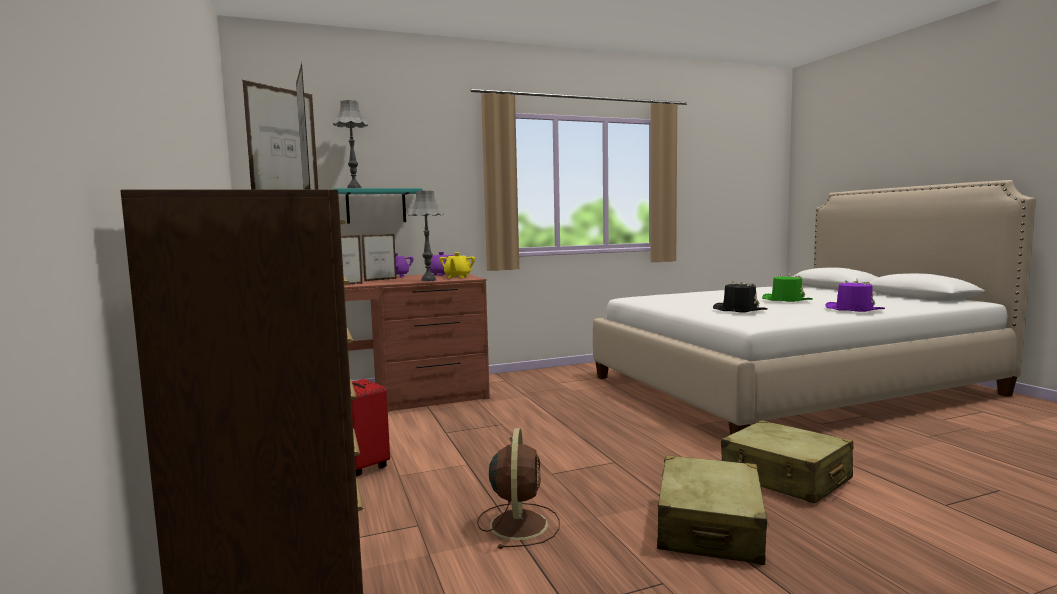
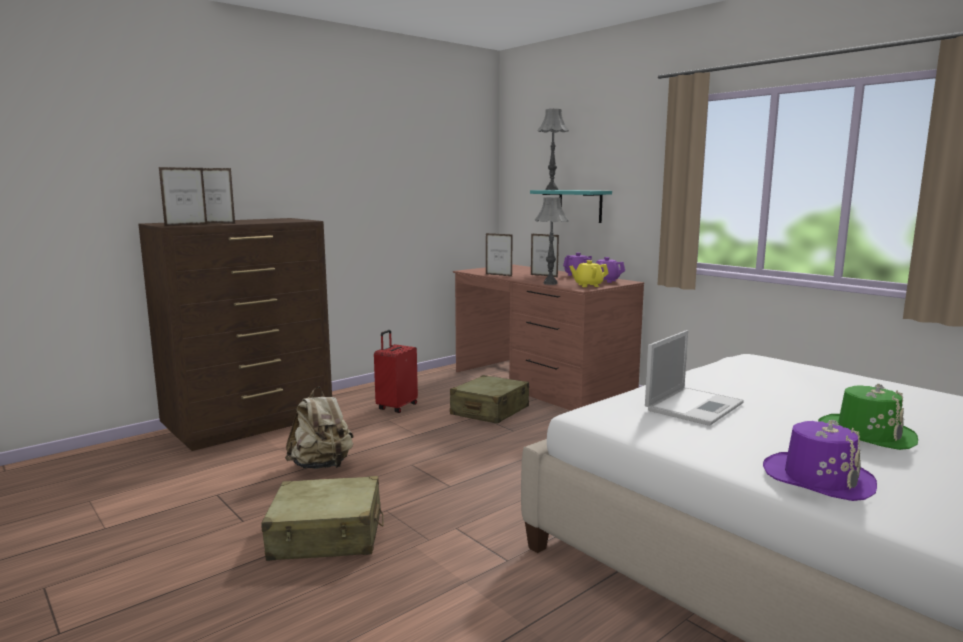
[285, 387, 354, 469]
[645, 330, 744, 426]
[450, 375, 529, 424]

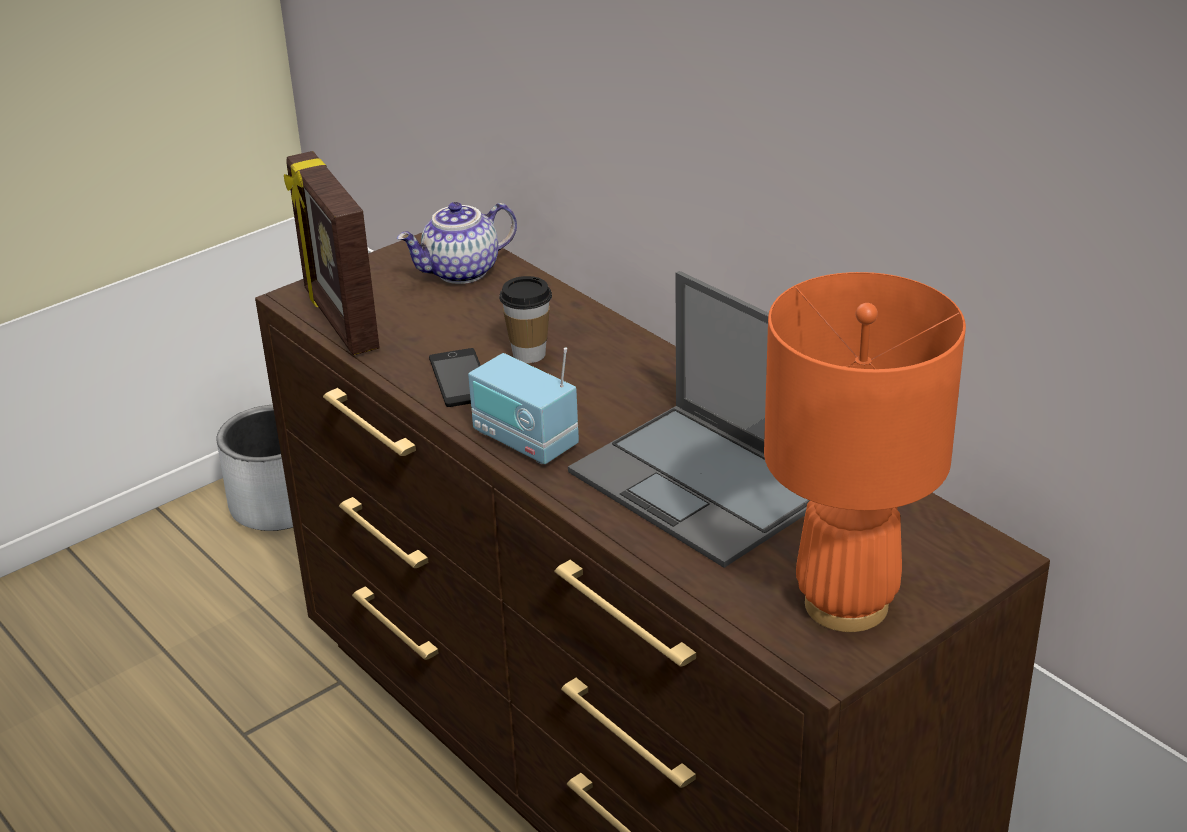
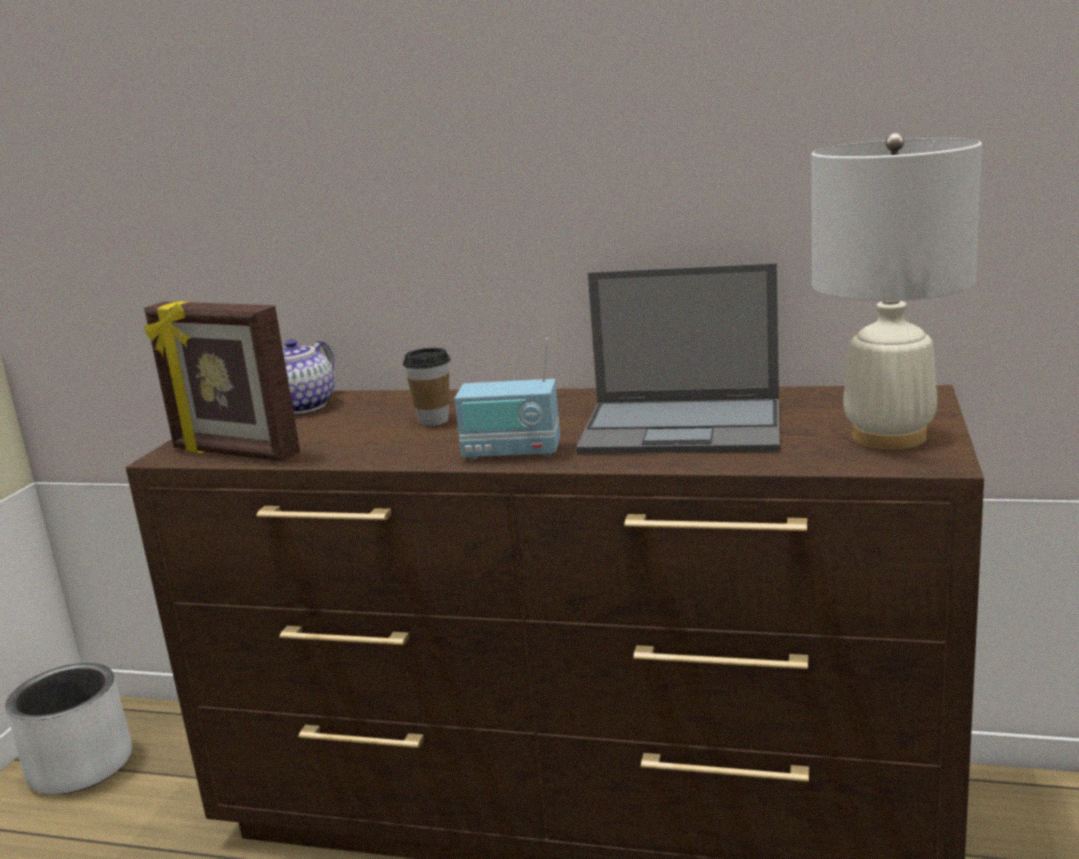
[429, 348, 481, 407] (first image)
[811, 133, 982, 450]

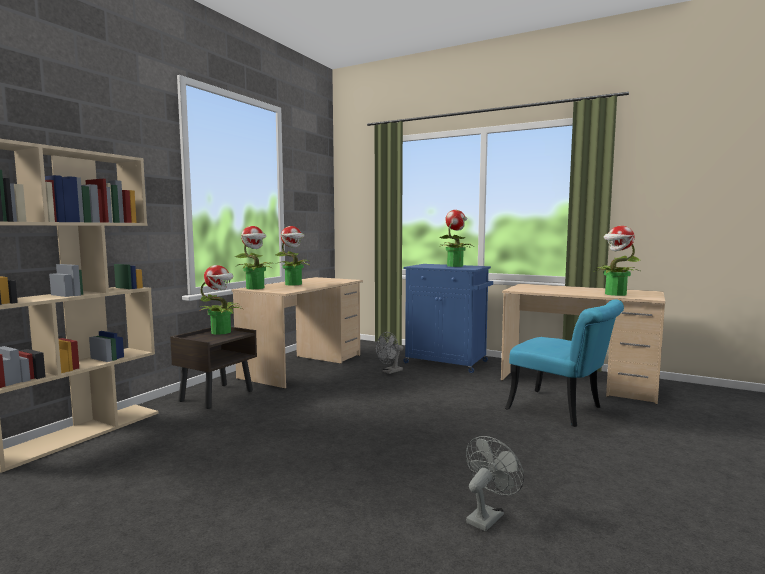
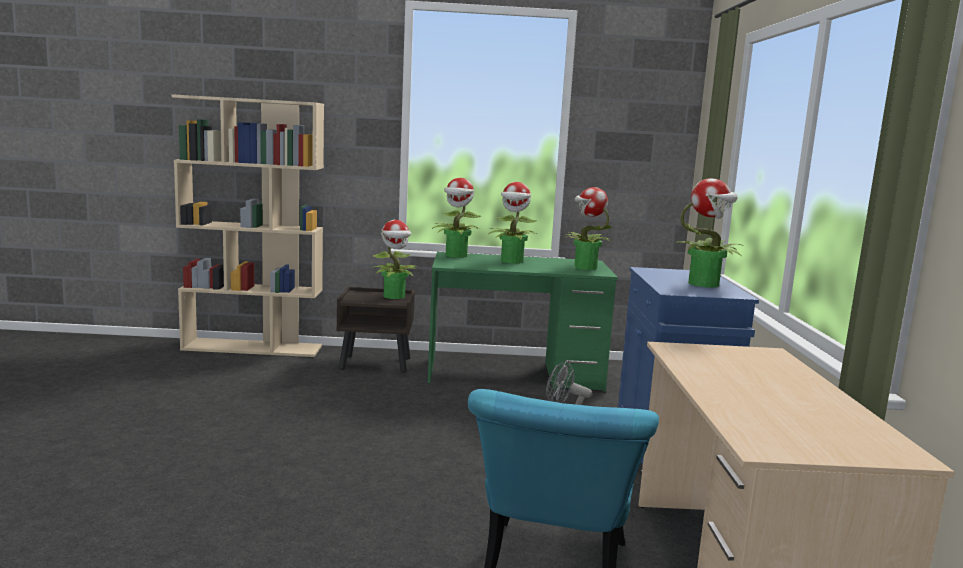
[428, 252, 618, 392]
[466, 436, 524, 531] (first image)
[562, 187, 612, 270]

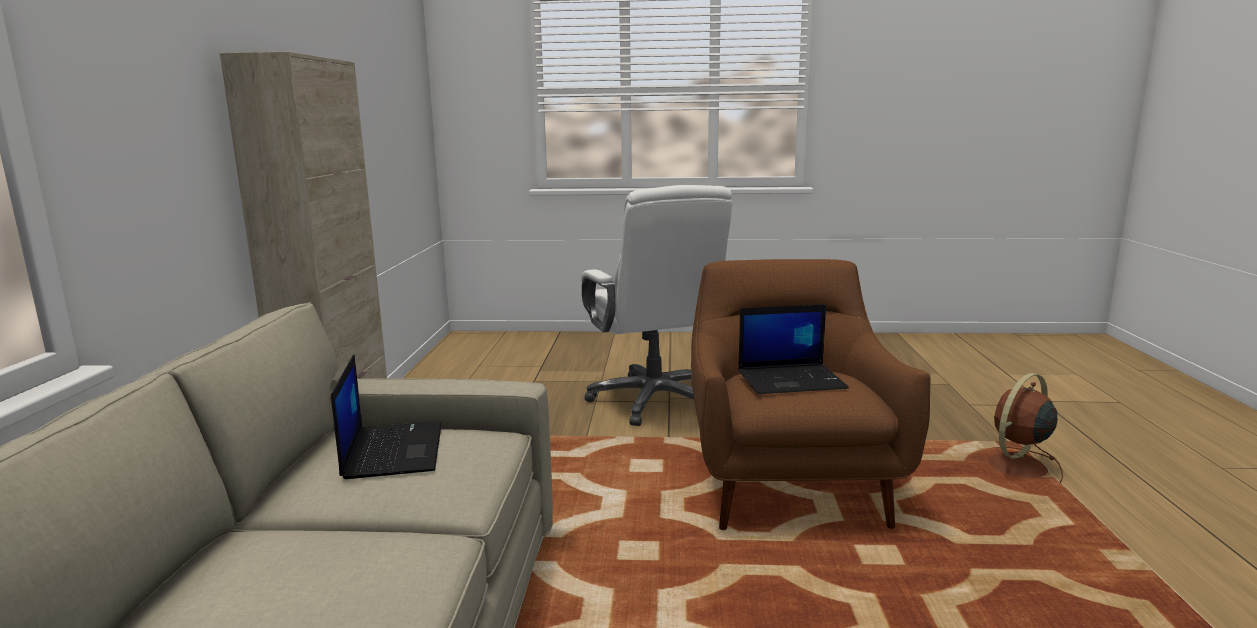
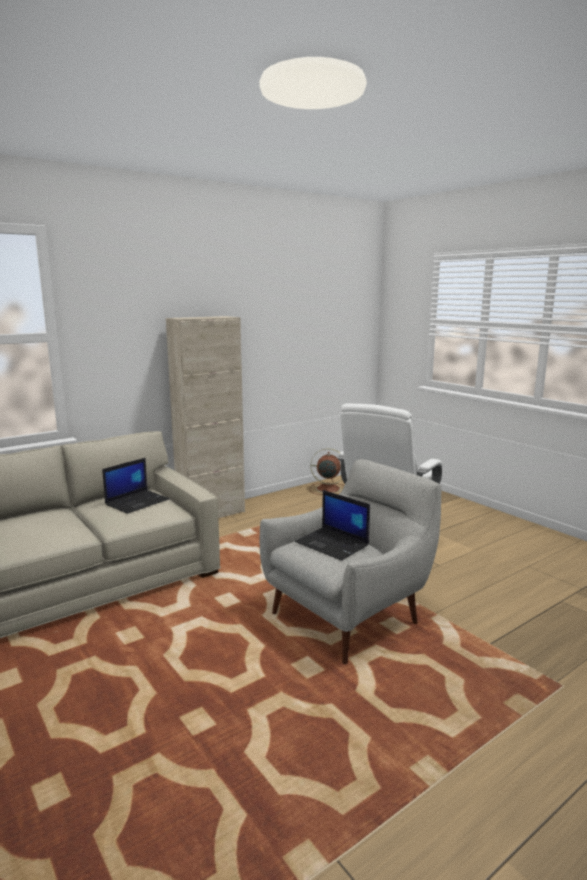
[260, 459, 442, 664]
[309, 448, 344, 495]

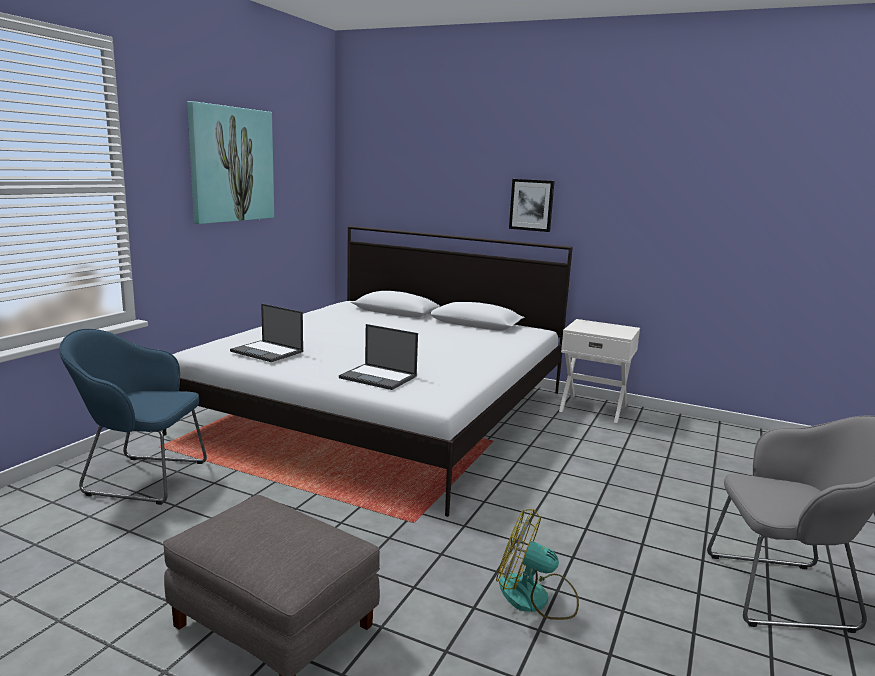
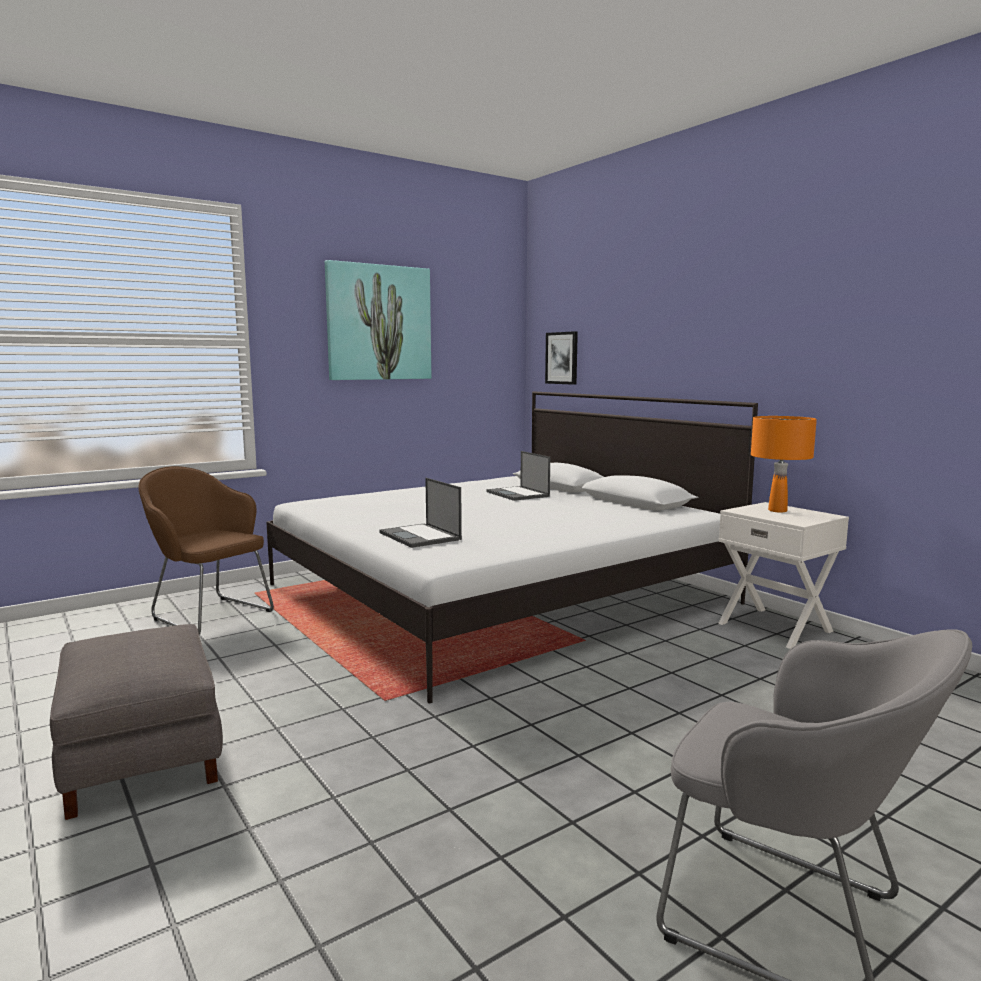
[138, 466, 274, 635]
[486, 451, 550, 501]
[496, 509, 579, 620] (first image)
[545, 331, 578, 385]
[751, 416, 817, 512]

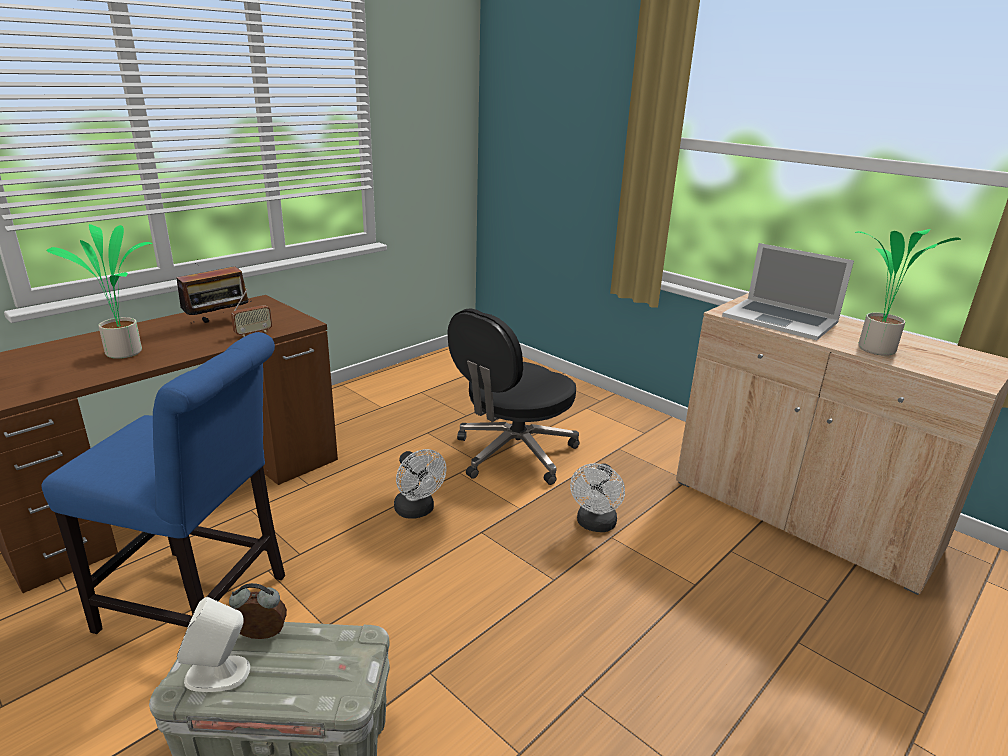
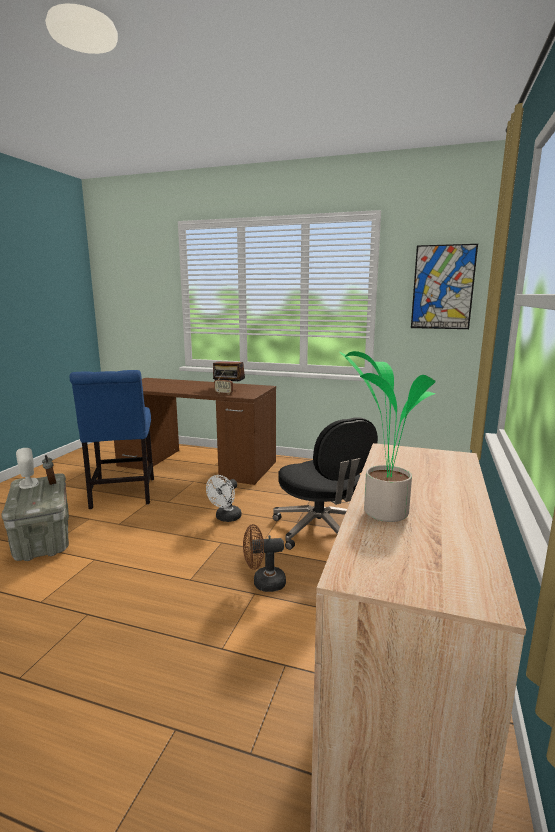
[46, 224, 153, 359] (first image)
[273, 417, 378, 550]
[243, 524, 286, 592]
[722, 243, 854, 340] (first image)
[411, 244, 478, 329]

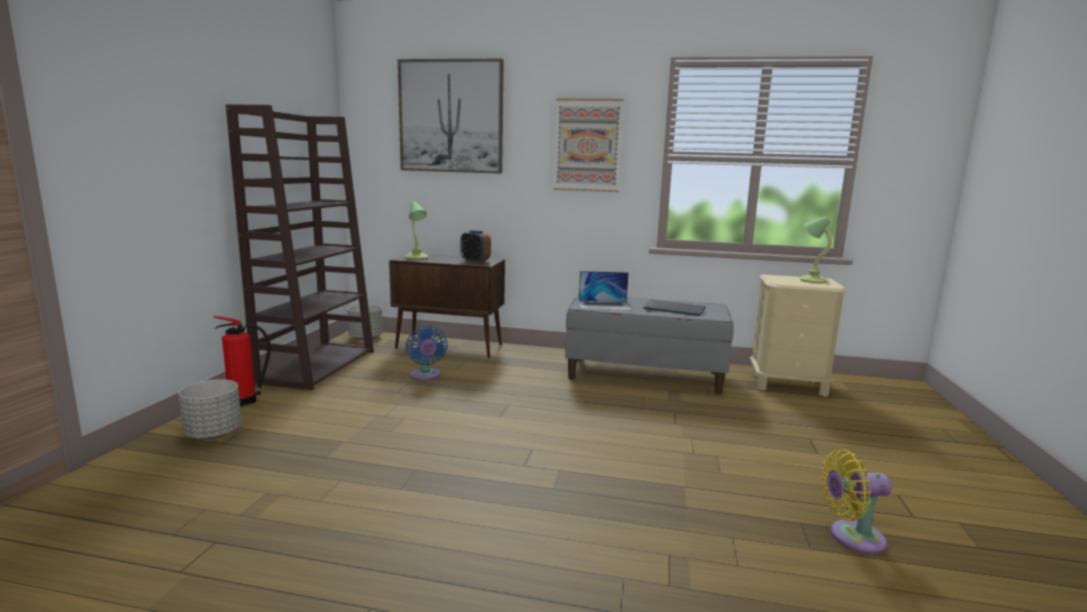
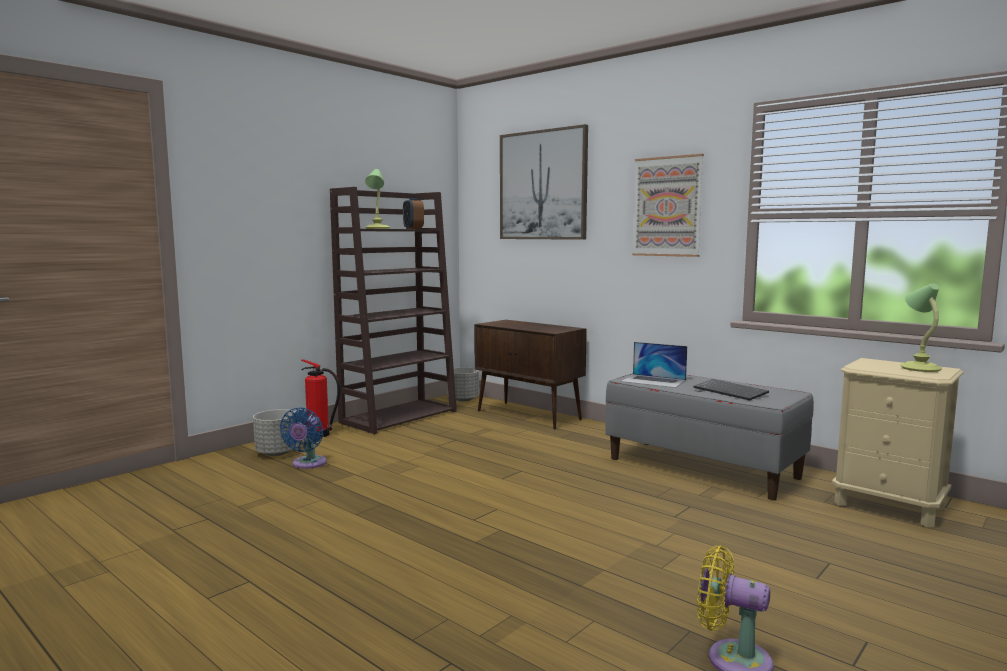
[365, 169, 390, 229]
[280, 407, 327, 469]
[403, 198, 424, 229]

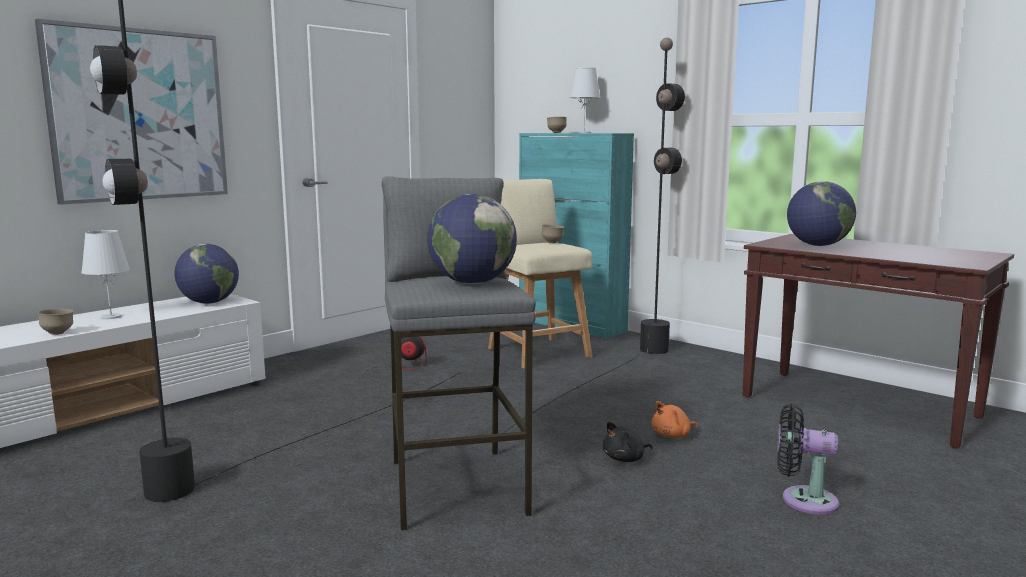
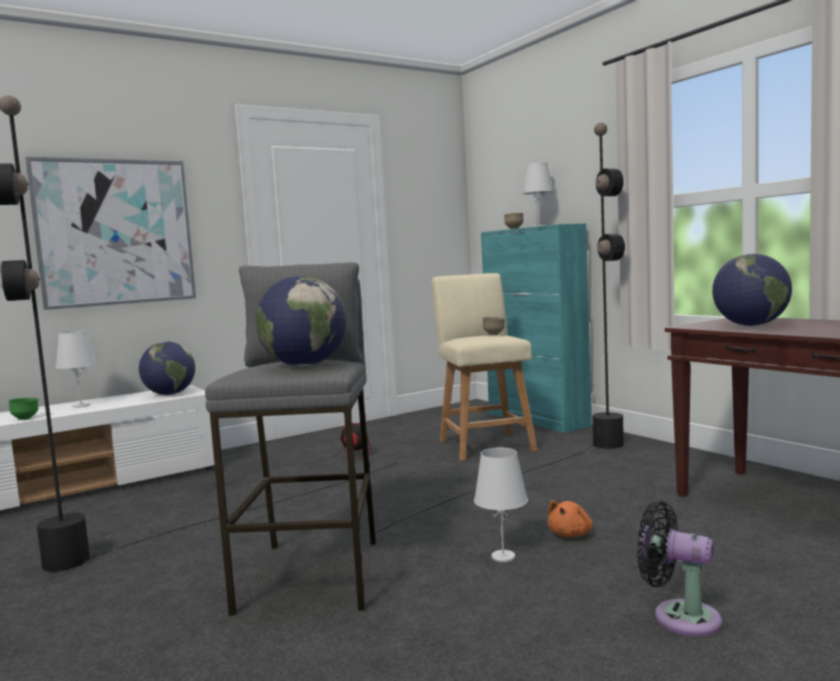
[9, 398, 39, 420]
[474, 447, 528, 562]
[548, 500, 593, 537]

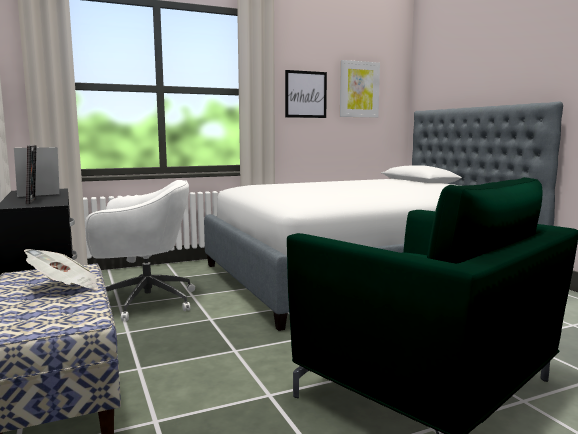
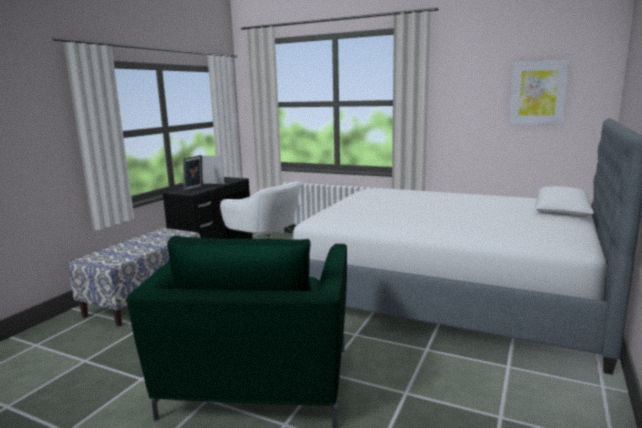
[24, 249, 98, 289] (first image)
[285, 70, 327, 118] (first image)

